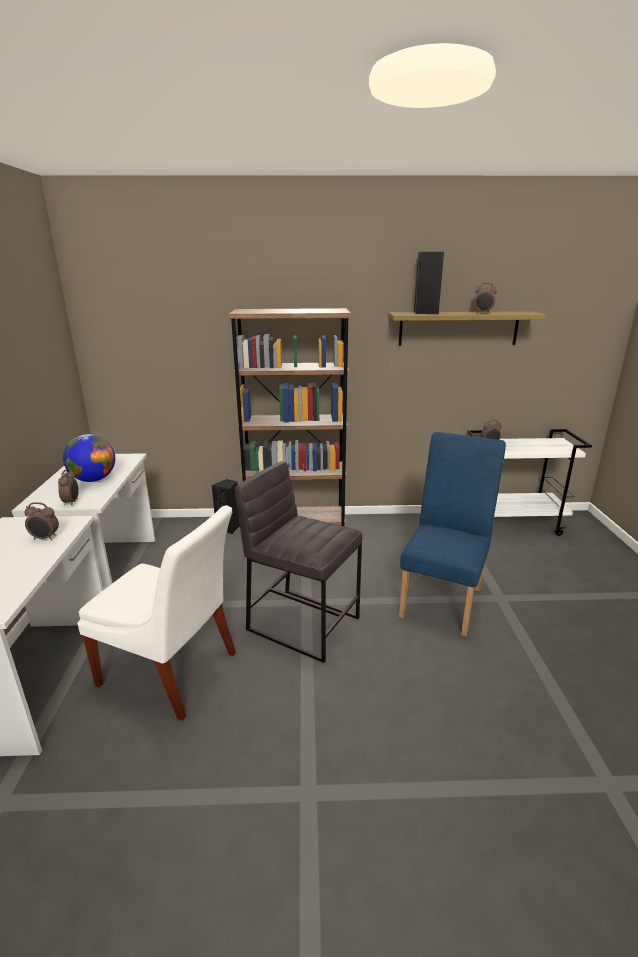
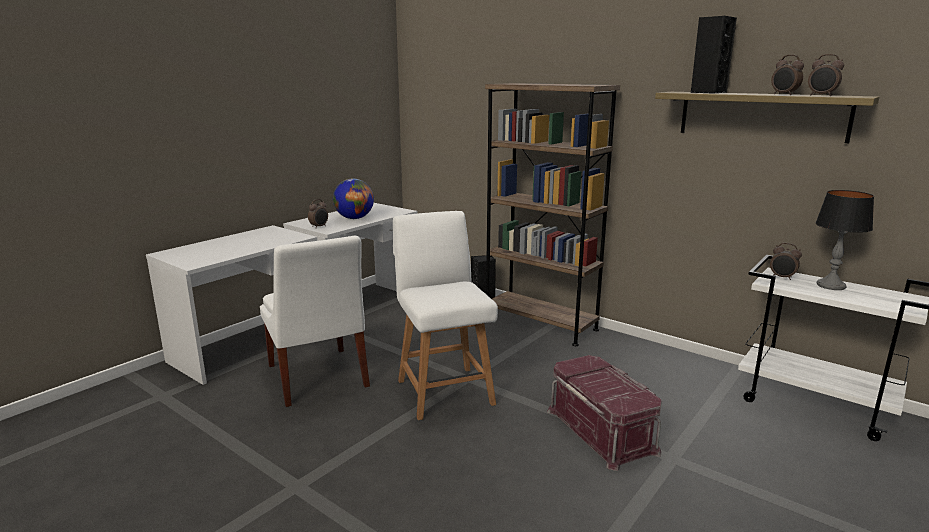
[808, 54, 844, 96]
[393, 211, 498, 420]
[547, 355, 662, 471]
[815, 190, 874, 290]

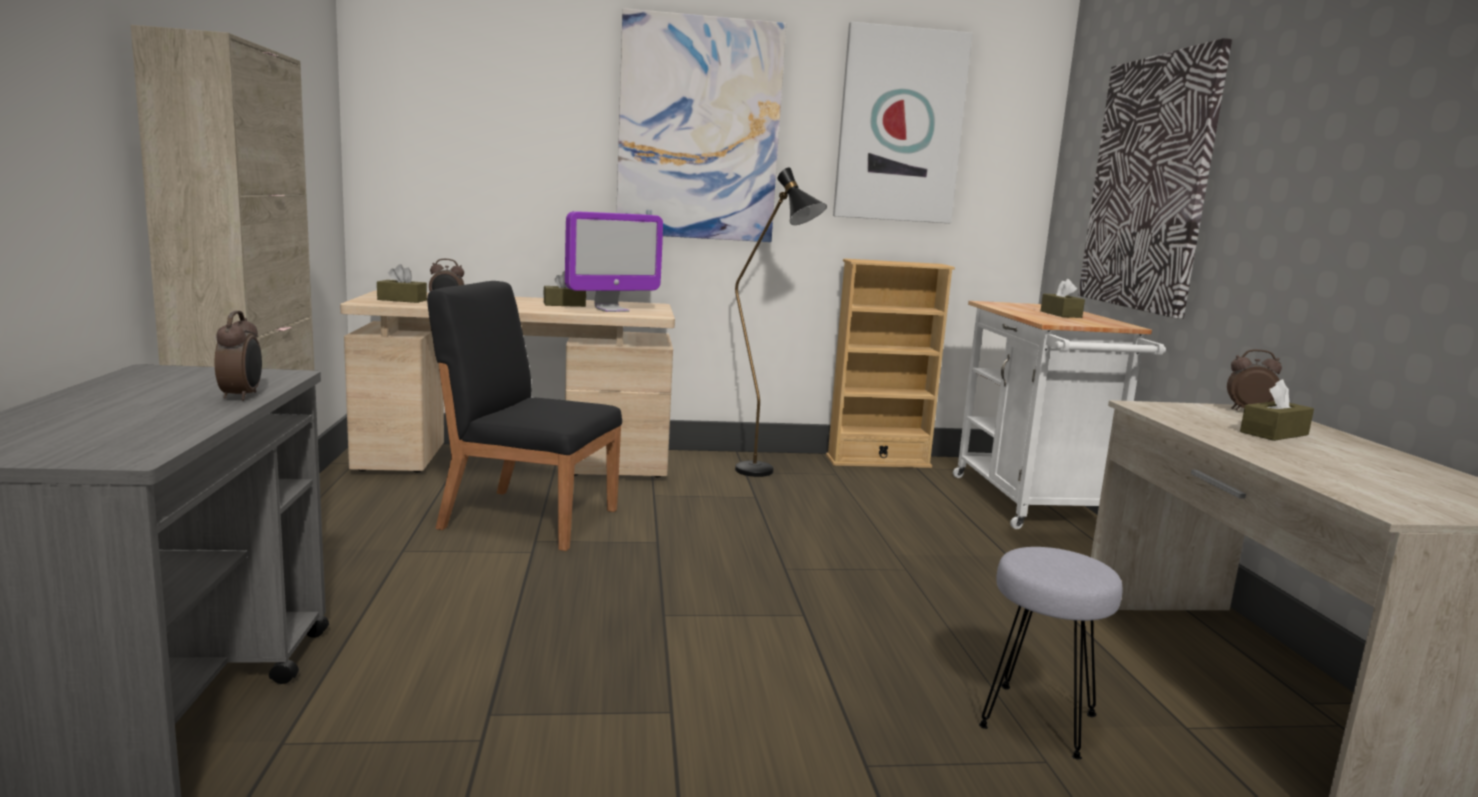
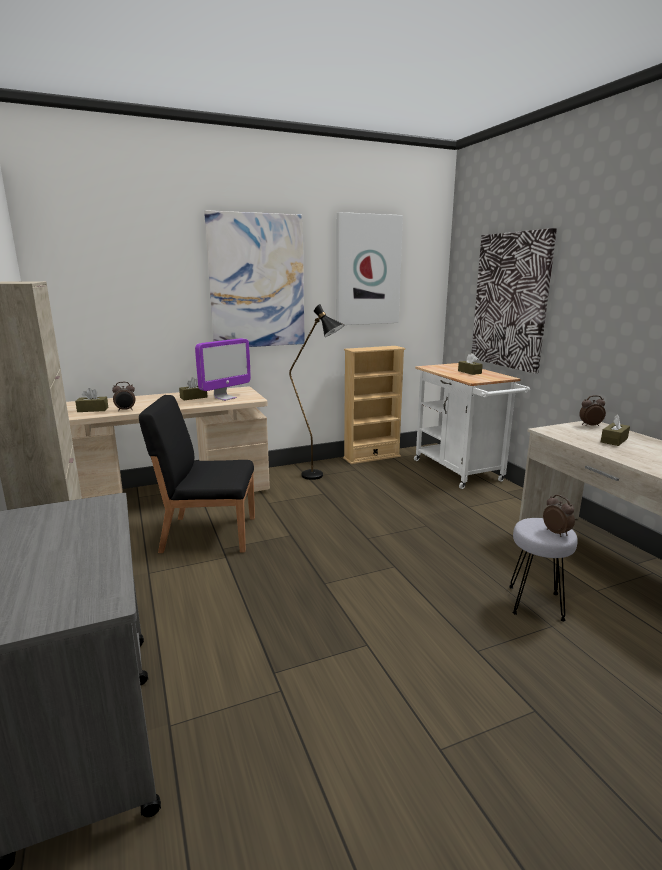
[543, 495, 575, 537]

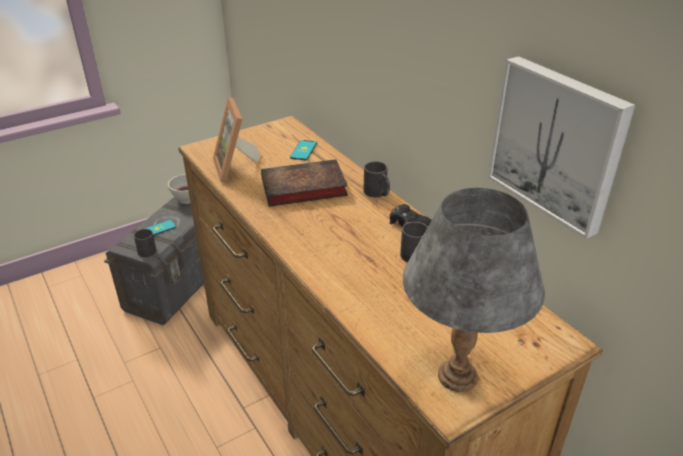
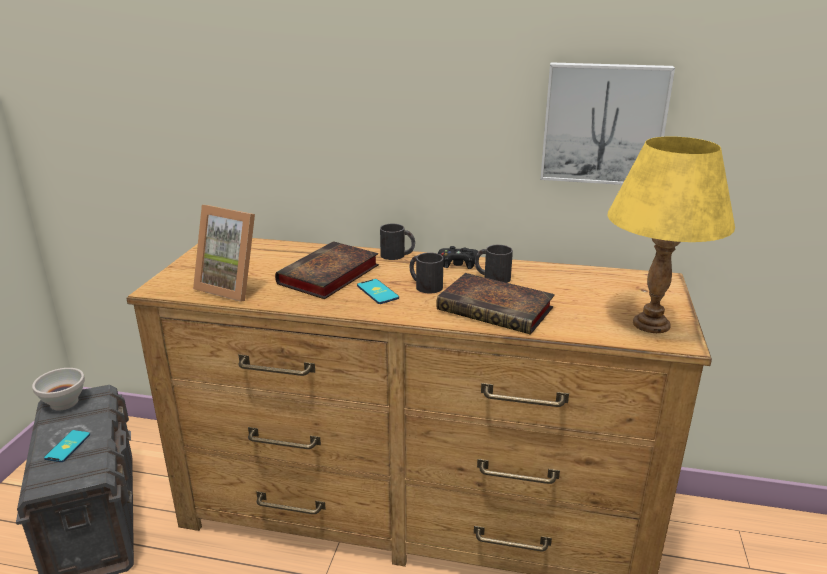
[410, 252, 444, 293]
[357, 279, 399, 304]
[607, 136, 735, 333]
[436, 273, 555, 335]

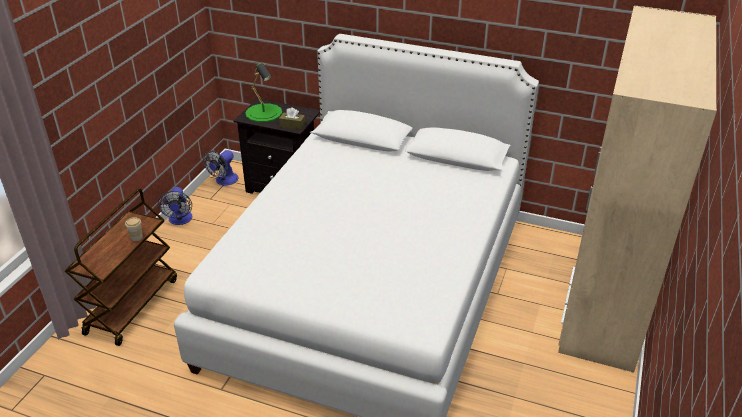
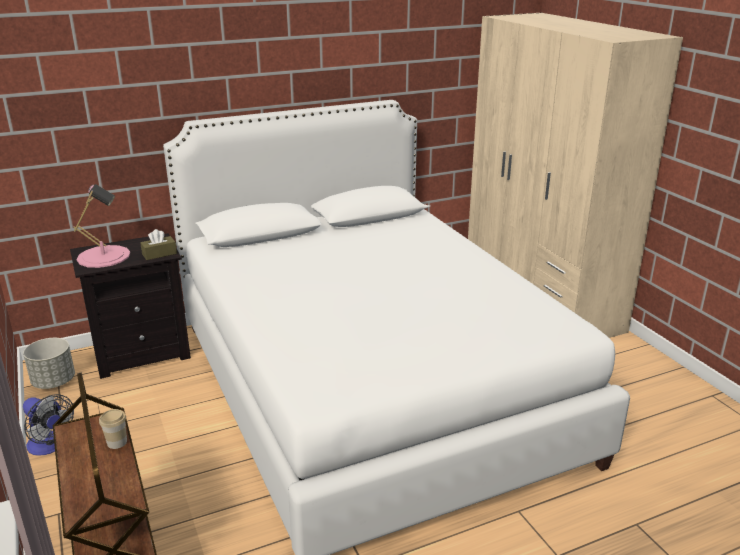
[23, 338, 75, 389]
[74, 184, 130, 268]

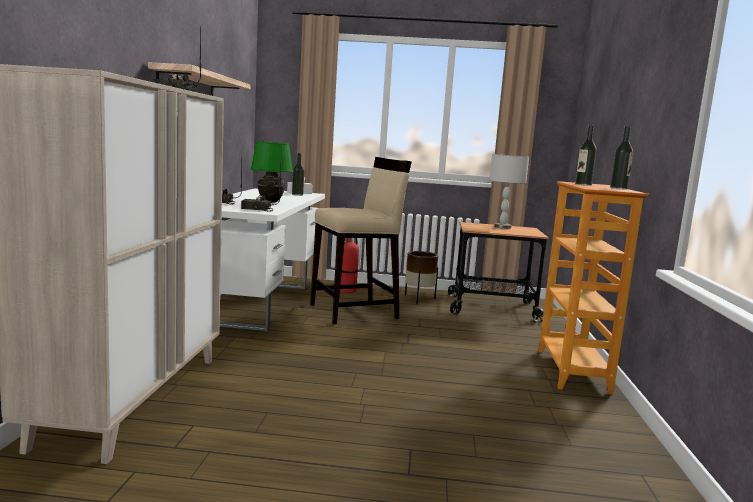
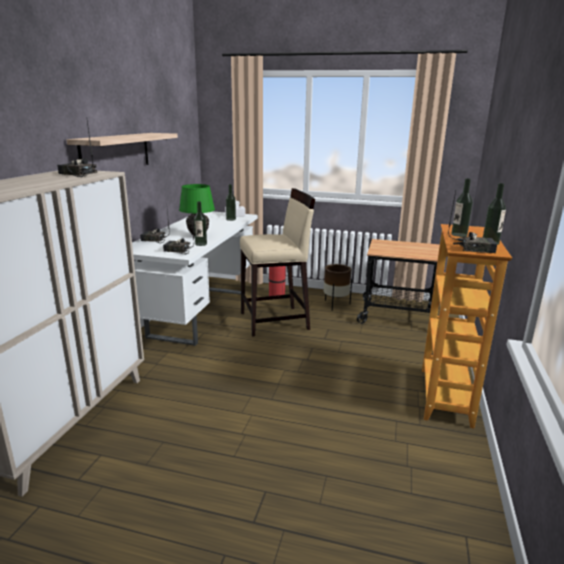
[489, 154, 529, 229] (first image)
[194, 201, 207, 246]
[448, 191, 497, 253]

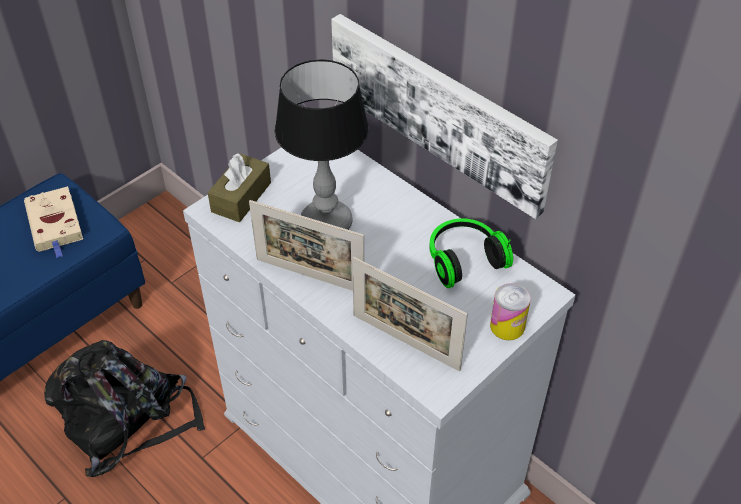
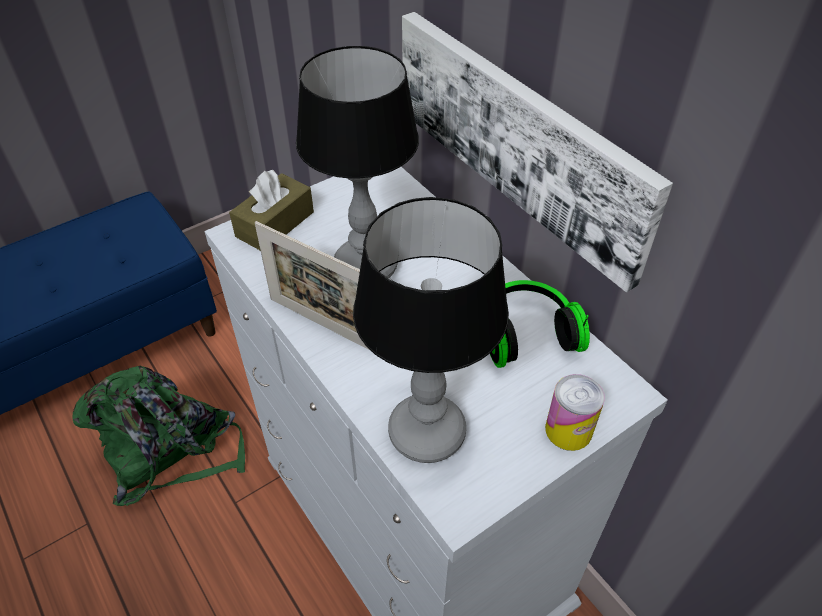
[24, 186, 83, 258] (first image)
[72, 366, 245, 506]
[353, 197, 509, 463]

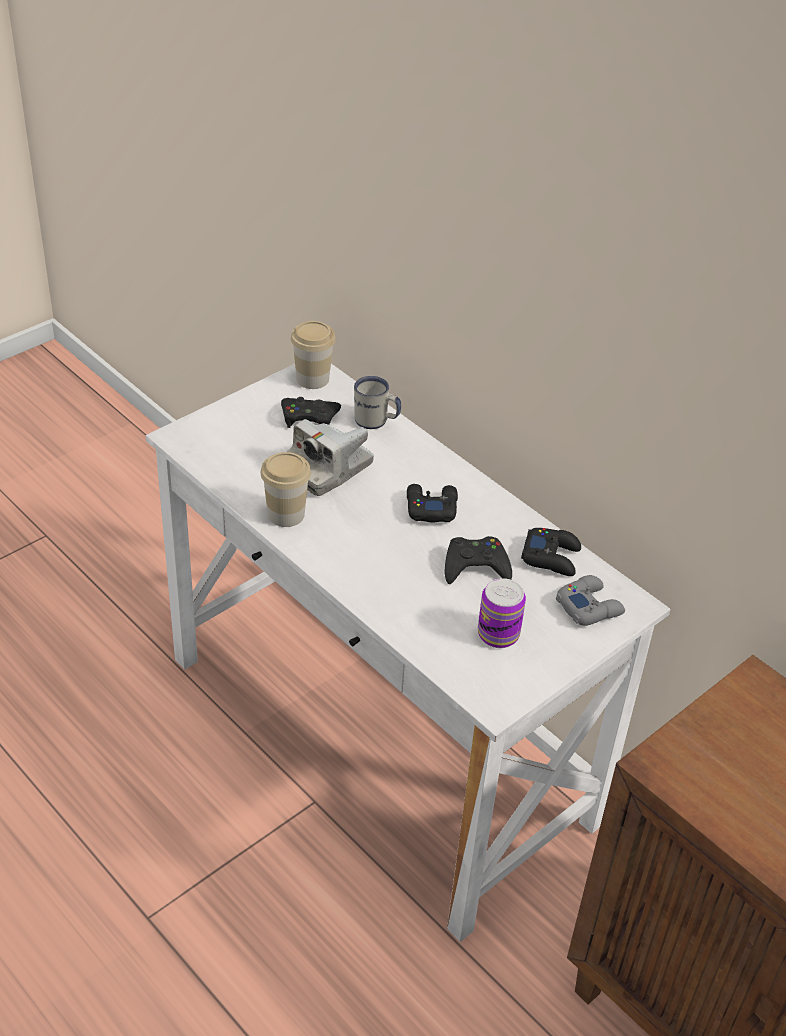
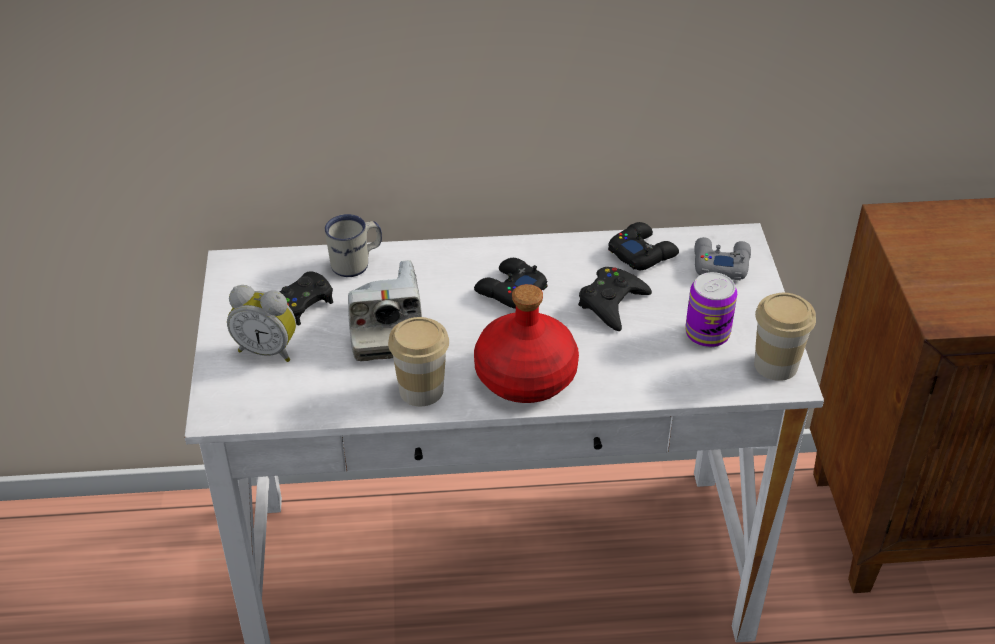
[754, 293, 816, 381]
[227, 285, 296, 362]
[474, 284, 579, 403]

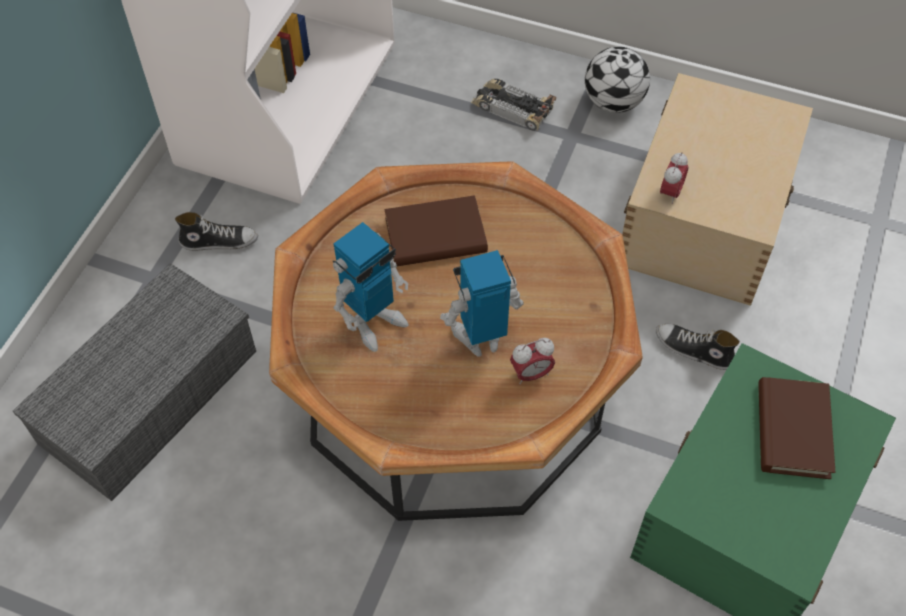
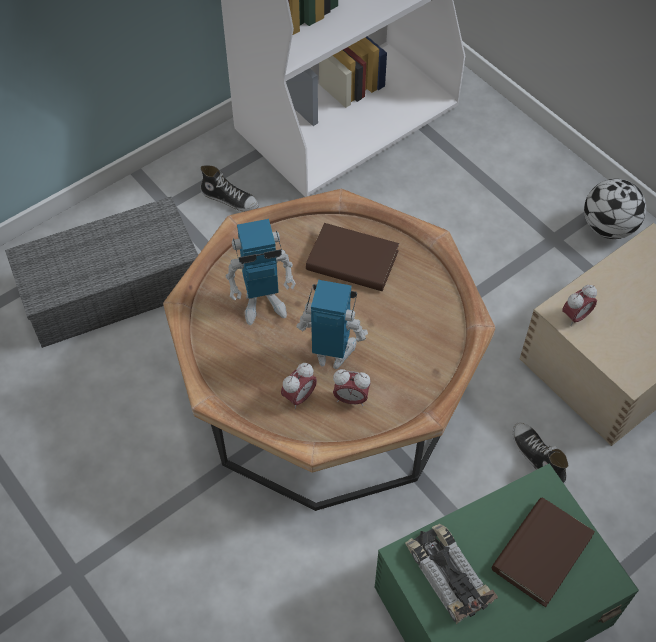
[405, 524, 498, 624]
[281, 363, 317, 409]

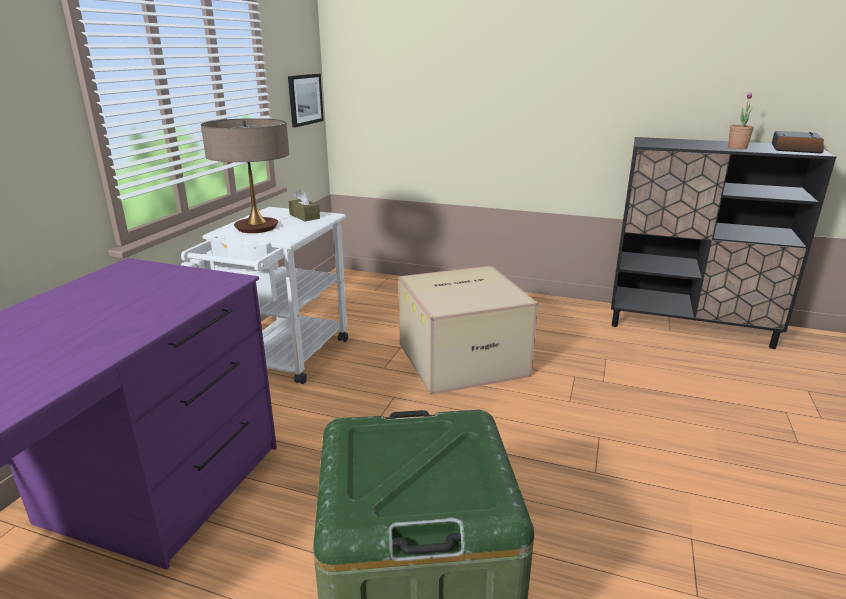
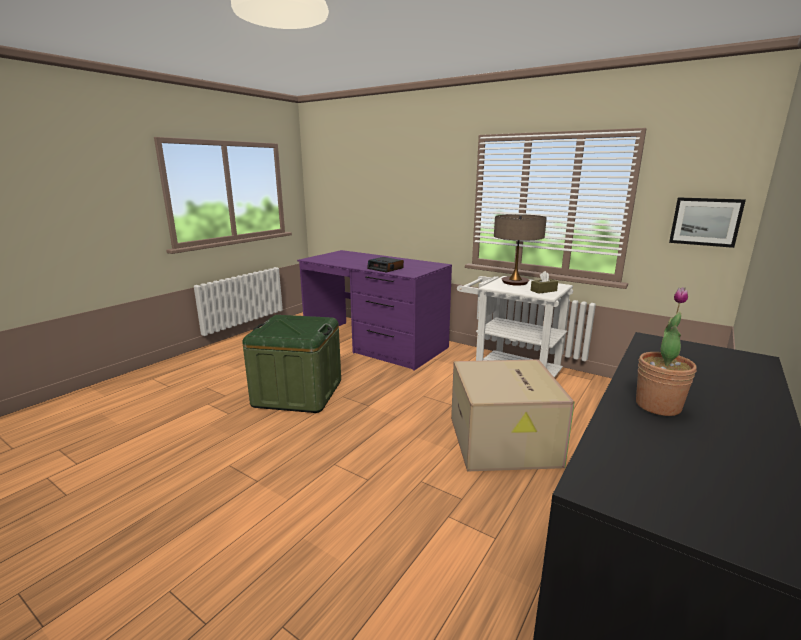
[367, 257, 404, 272]

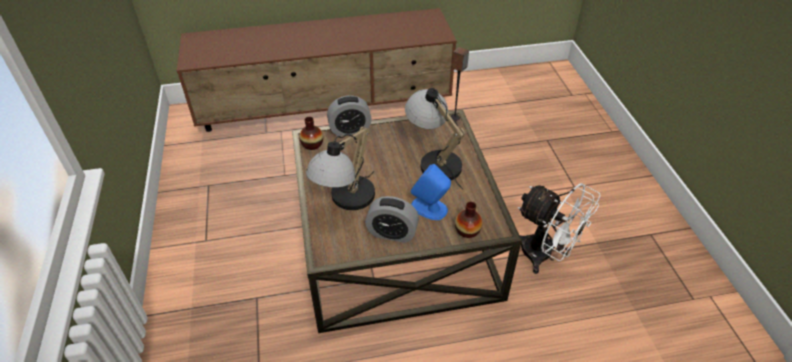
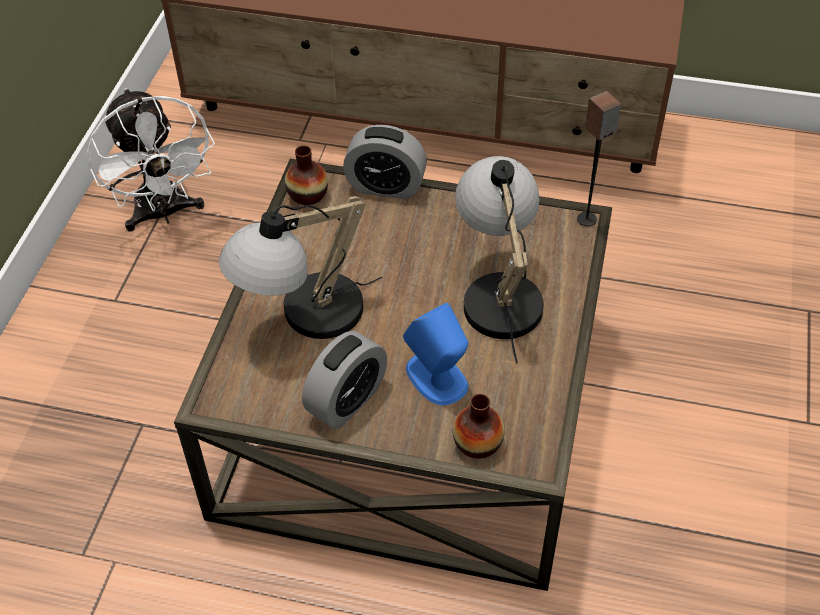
[302, 331, 387, 428]
[87, 88, 215, 232]

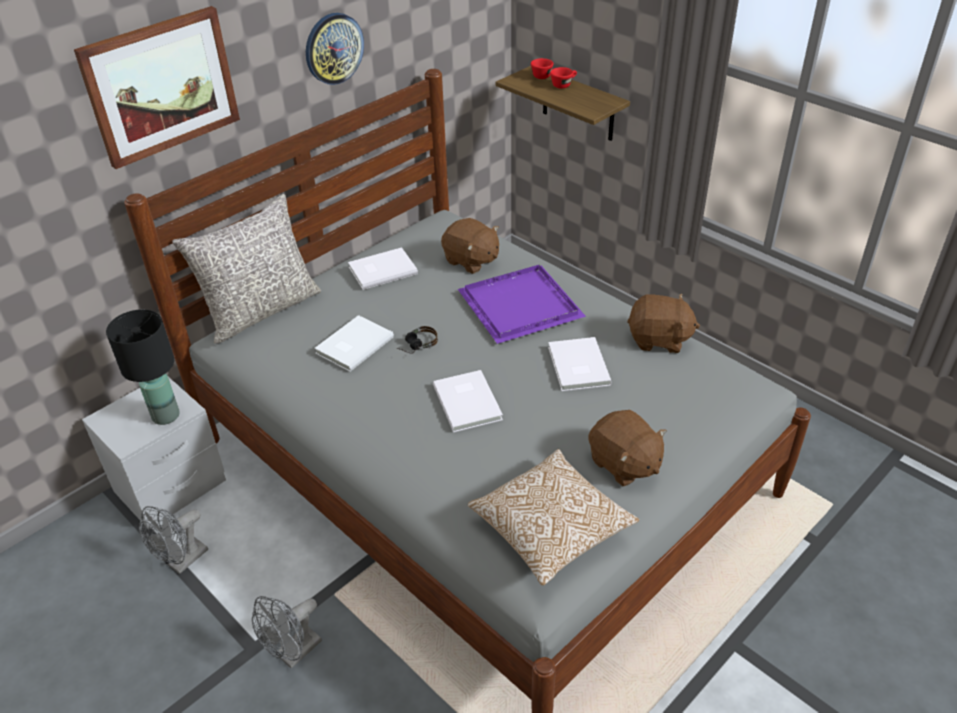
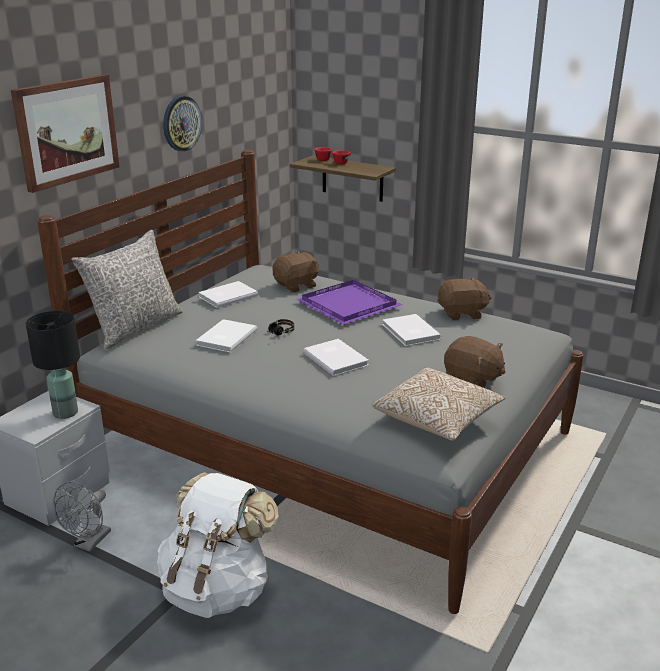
[157, 472, 279, 618]
[272, 252, 319, 292]

